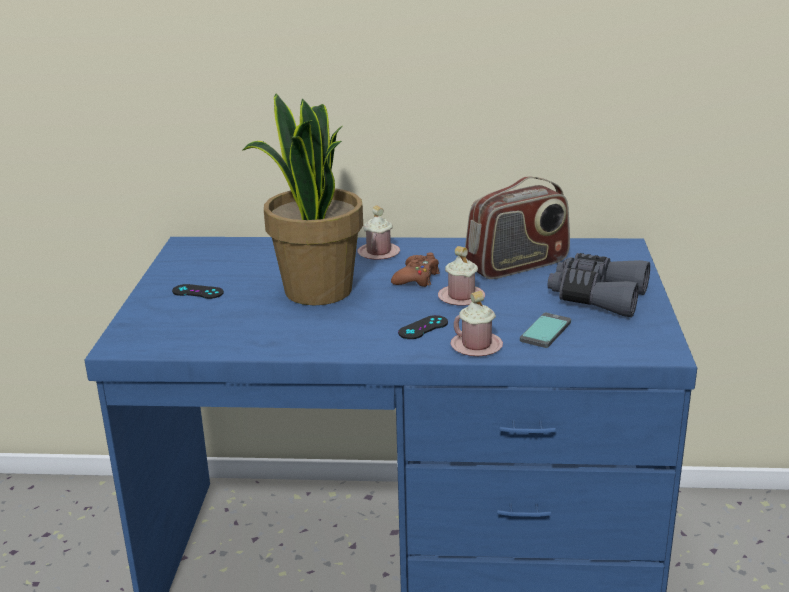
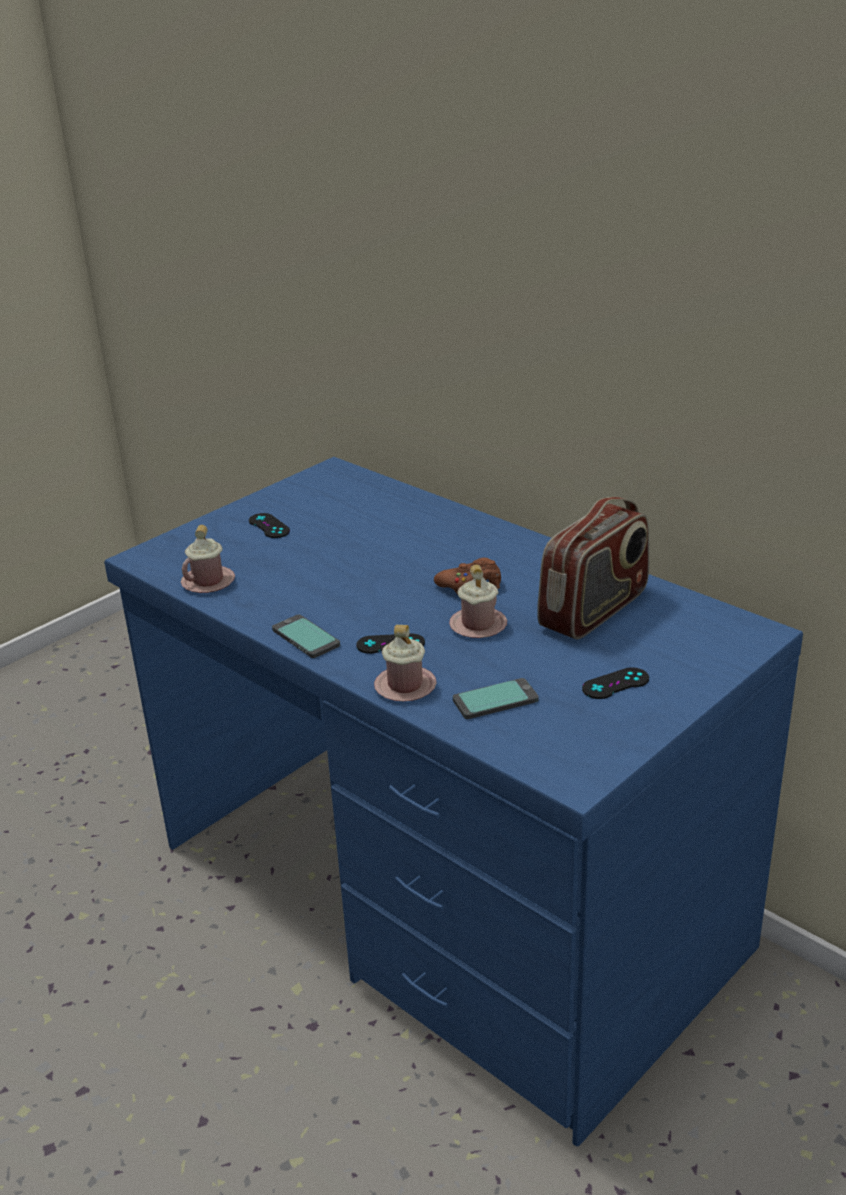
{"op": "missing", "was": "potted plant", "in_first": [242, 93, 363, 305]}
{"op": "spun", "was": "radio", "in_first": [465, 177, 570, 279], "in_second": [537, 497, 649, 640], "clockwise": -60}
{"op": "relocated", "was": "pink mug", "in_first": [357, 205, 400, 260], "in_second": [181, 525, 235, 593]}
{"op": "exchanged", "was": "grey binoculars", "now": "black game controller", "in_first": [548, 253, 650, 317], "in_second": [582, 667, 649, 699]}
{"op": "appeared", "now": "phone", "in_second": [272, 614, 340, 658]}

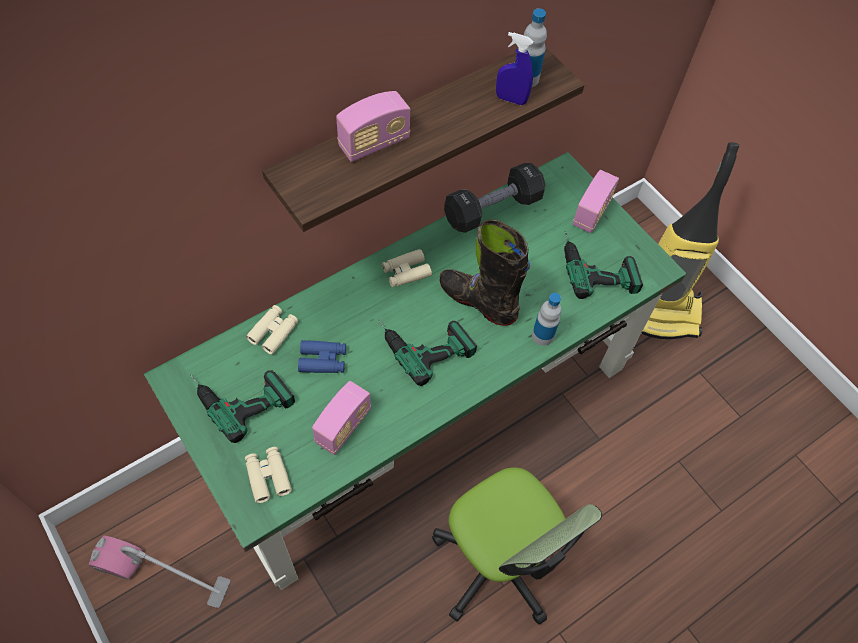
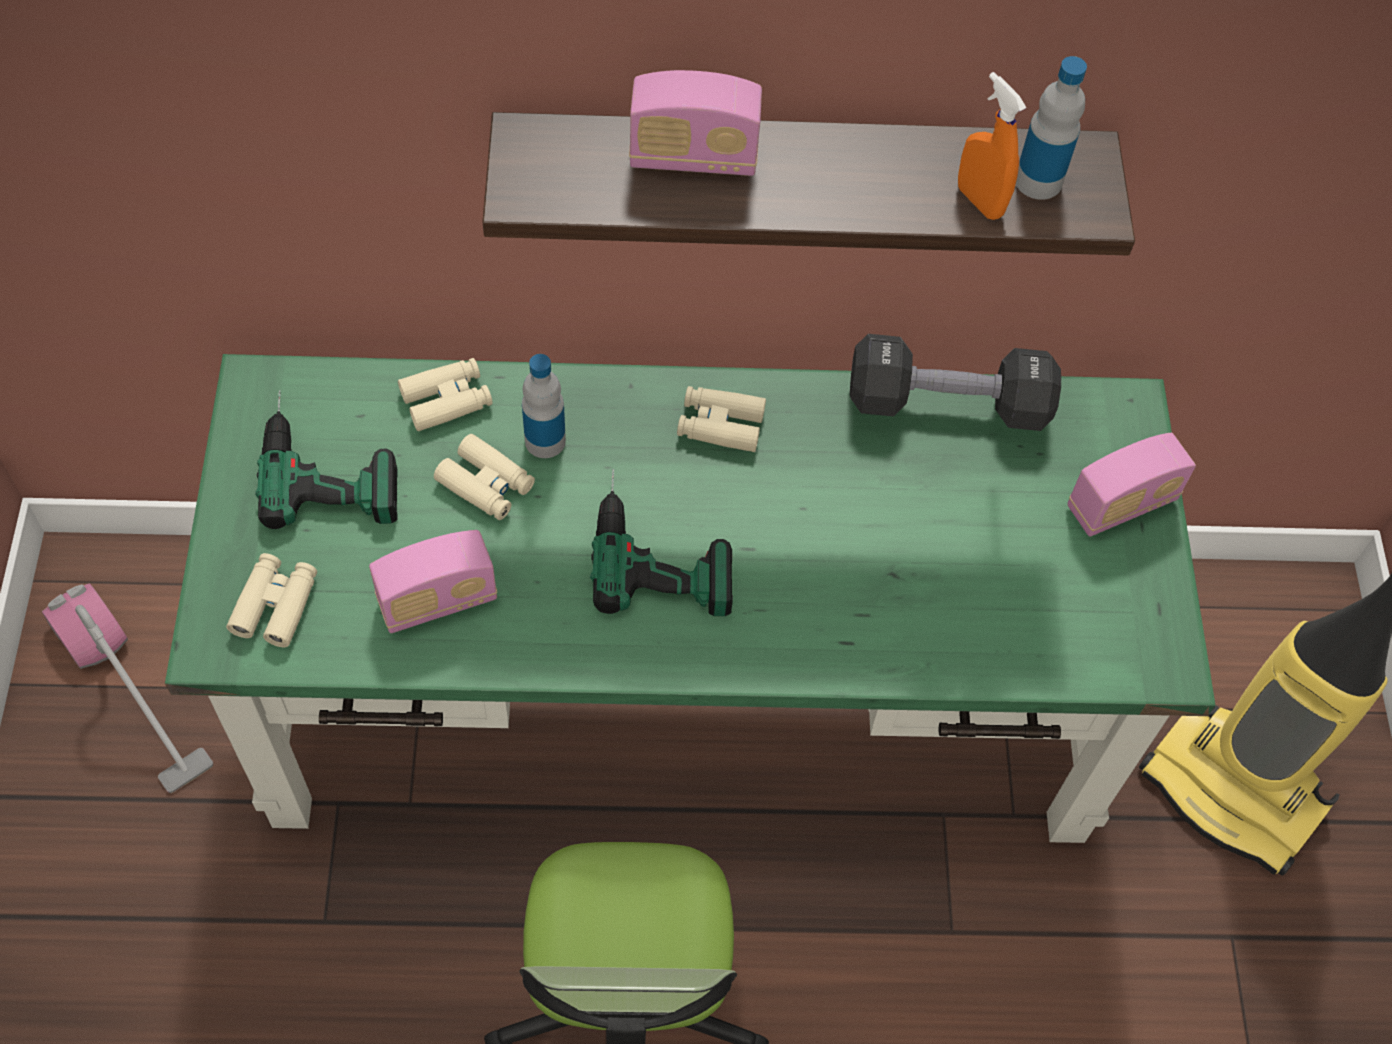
{"op": "colour", "was": "blue spray bottle", "now": "orange spray bottle", "in_first": [496, 32, 533, 105], "in_second": [958, 72, 1027, 220]}
{"op": "missing", "was": "black boot", "in_first": [439, 219, 530, 326]}
{"op": "missing", "was": "power drill", "in_first": [564, 230, 643, 299]}
{"op": "relocated", "was": "bottle", "in_first": [532, 293, 561, 346], "in_second": [522, 354, 566, 458]}
{"op": "colour", "was": "blue binoculars", "now": "beige binoculars", "in_first": [298, 340, 346, 373], "in_second": [434, 434, 535, 520]}

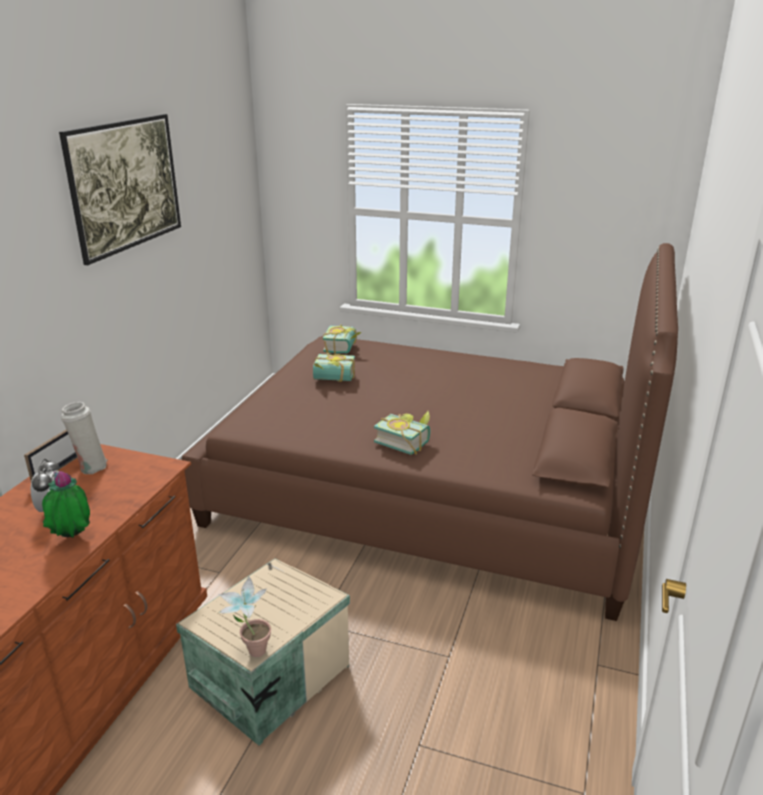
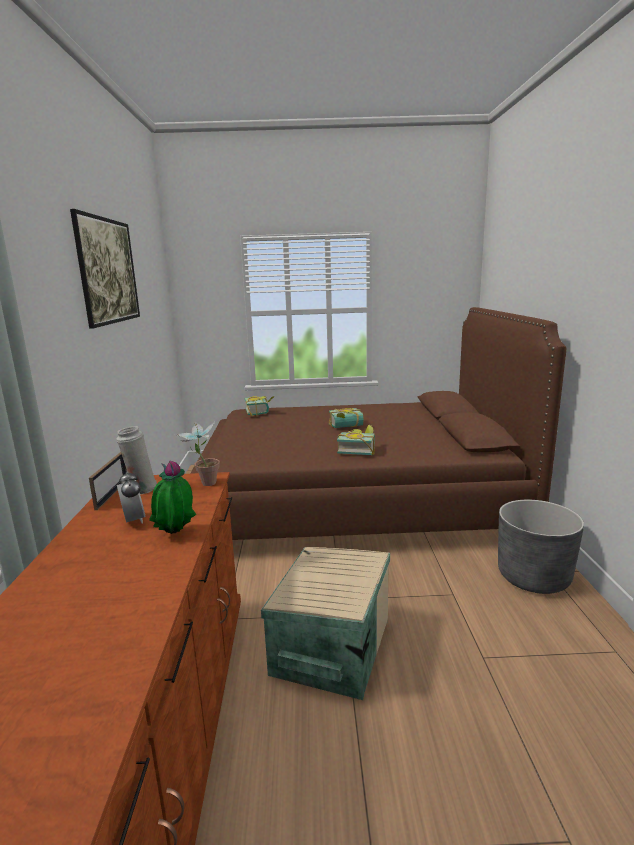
{"op": "relocated", "was": "book", "in_first": [313, 353, 355, 382], "in_second": [329, 408, 364, 428]}
{"op": "relocated", "was": "potted plant", "in_first": [218, 577, 271, 657], "in_second": [175, 422, 220, 486]}
{"op": "appeared", "now": "grey planter", "in_second": [498, 500, 584, 594]}

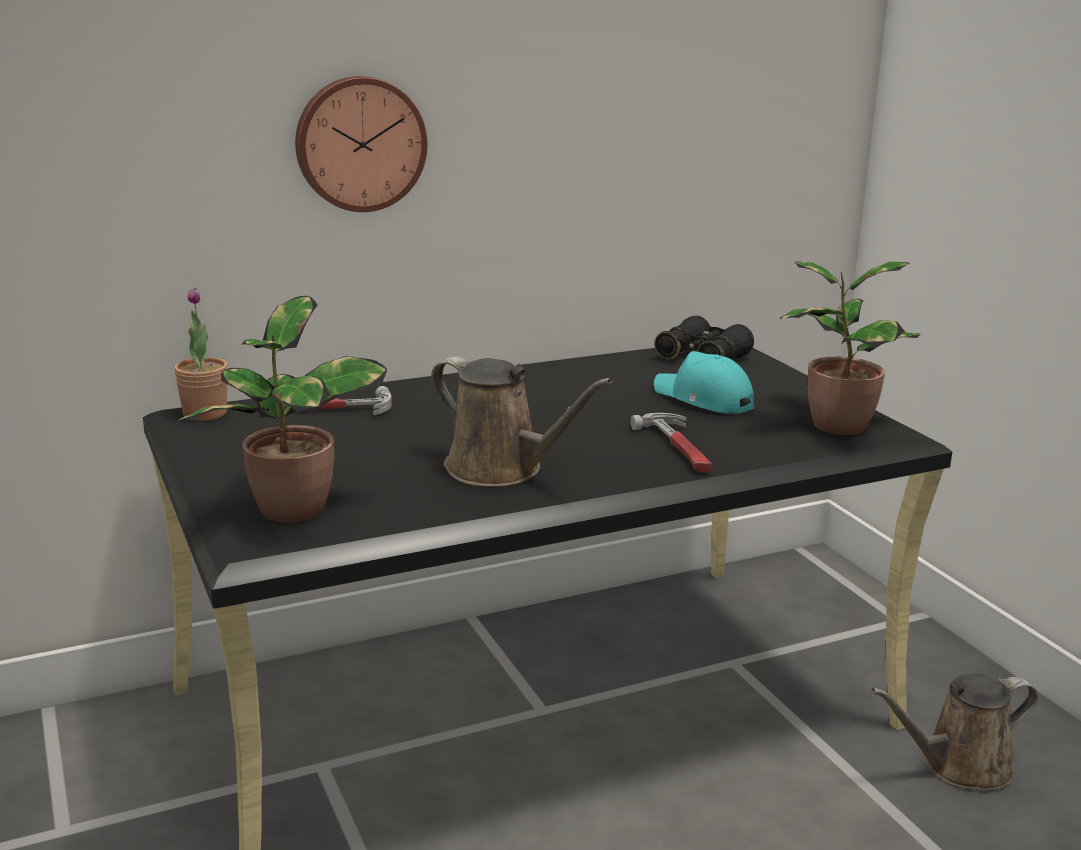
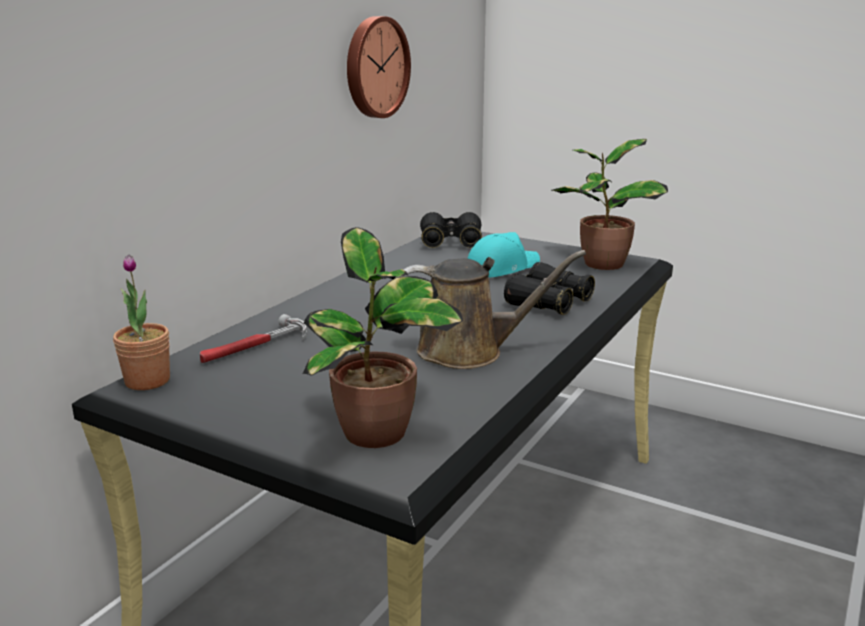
{"op": "relocated", "was": "wall clock", "in_first": [295, 76, 427, 212], "in_second": [347, 16, 411, 118]}
{"op": "spun", "was": "turquoise cap", "in_first": [654, 351, 754, 414], "in_second": [467, 232, 540, 277], "clockwise": 135}
{"op": "exchanged", "was": "hammer", "now": "black binoculars", "in_first": [630, 413, 712, 473], "in_second": [504, 262, 595, 315]}
{"op": "missing", "was": "brown watering can", "in_first": [871, 673, 1038, 791]}

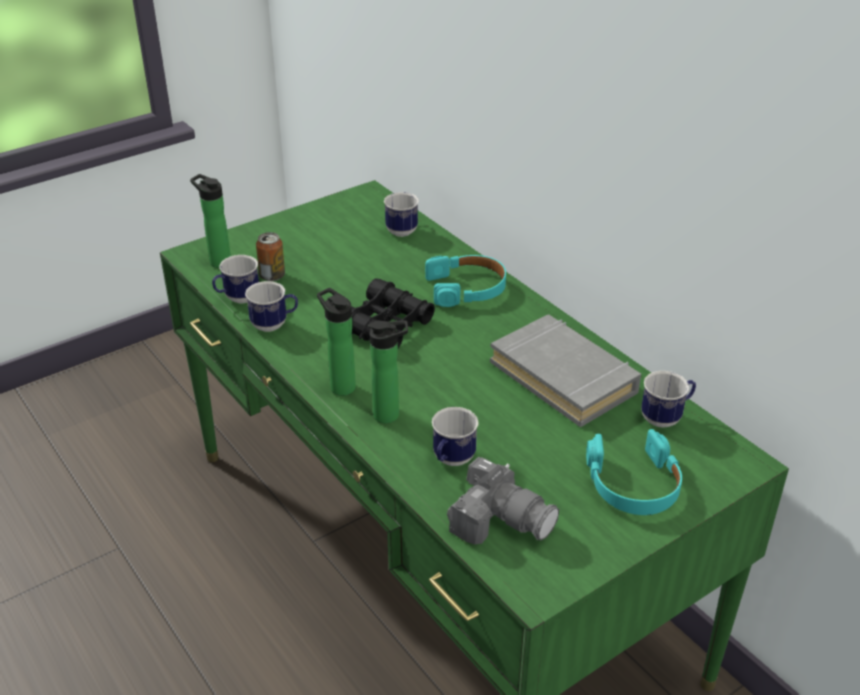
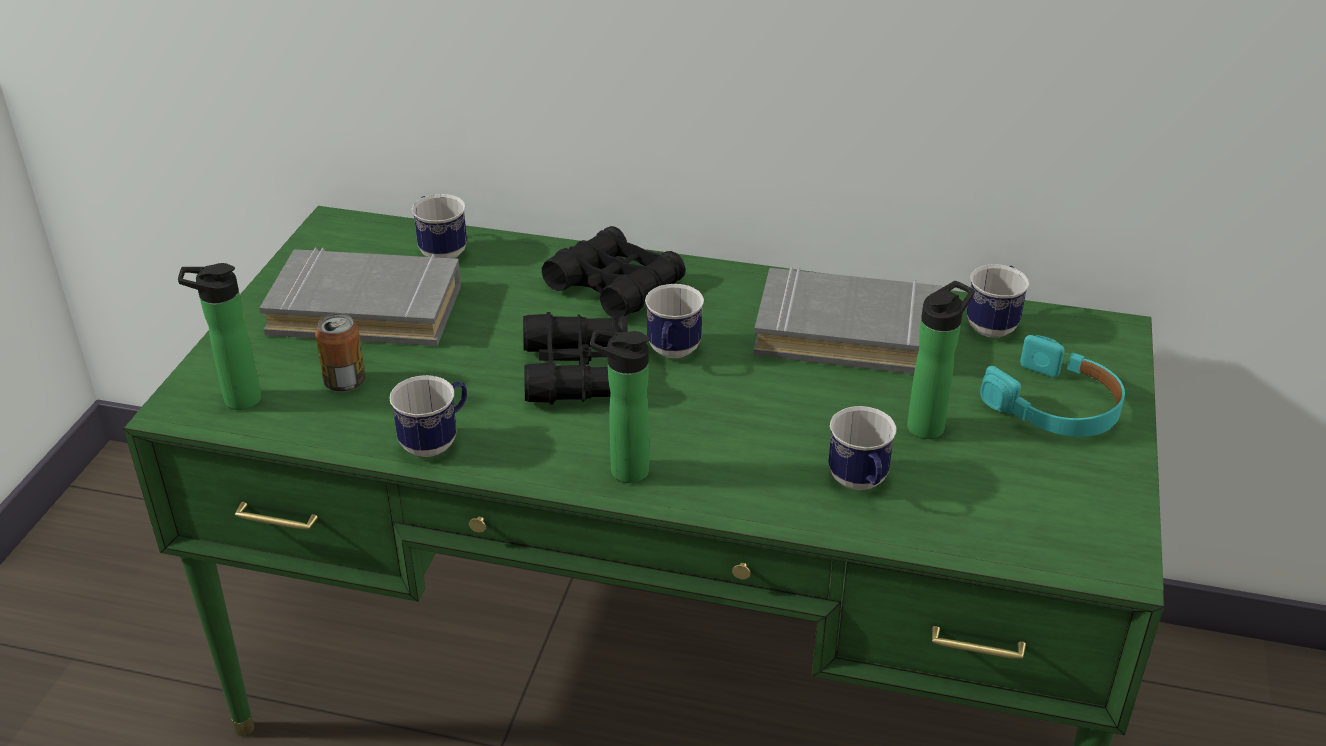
{"op": "relocated", "was": "mug", "in_first": [212, 255, 259, 303], "in_second": [645, 284, 704, 358]}
{"op": "exchanged", "was": "turquoise headphones", "now": "black binoculars", "in_first": [425, 255, 506, 307], "in_second": [542, 226, 686, 318]}
{"op": "relocated", "was": "bottle", "in_first": [368, 320, 408, 423], "in_second": [907, 281, 975, 439]}
{"op": "missing", "was": "photo camera", "in_first": [447, 457, 559, 545]}
{"op": "appeared", "now": "grey book", "in_second": [259, 247, 461, 346]}

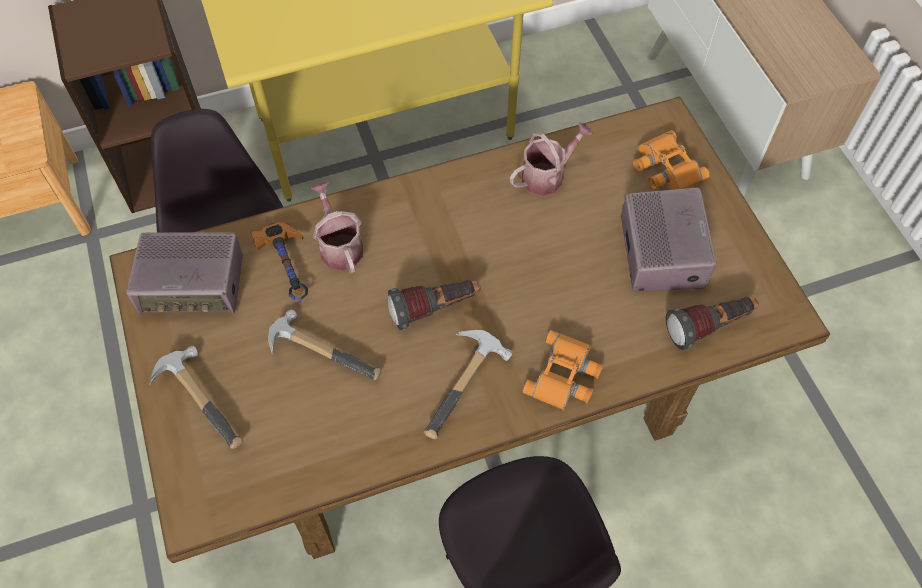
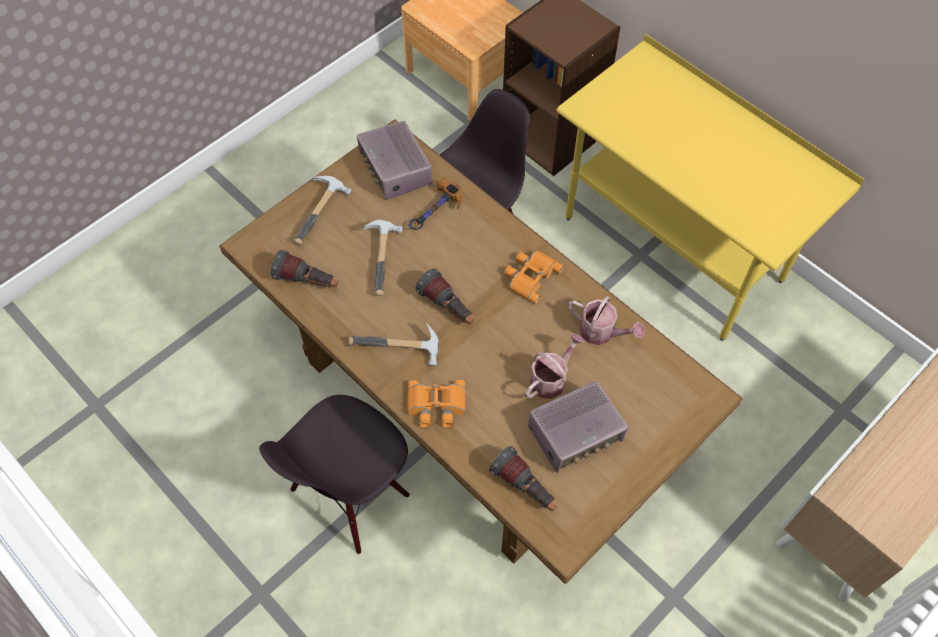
{"op": "relocated", "was": "orange binoculars", "in_first": [633, 130, 709, 190], "in_second": [504, 250, 564, 304]}
{"op": "relocated", "was": "watering can", "in_first": [310, 182, 363, 273], "in_second": [525, 333, 585, 399]}
{"op": "appeared", "now": "flashlight", "in_second": [271, 250, 339, 287]}

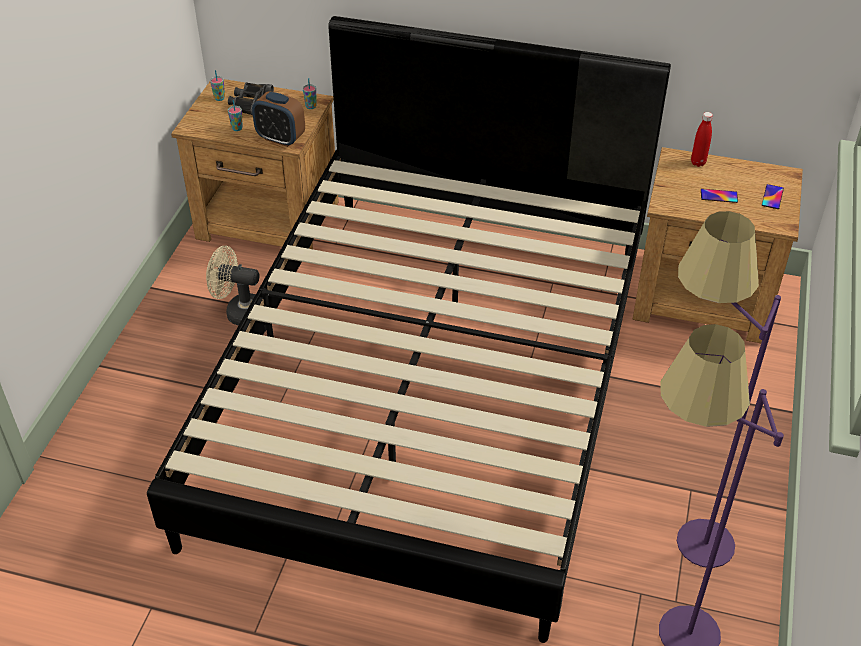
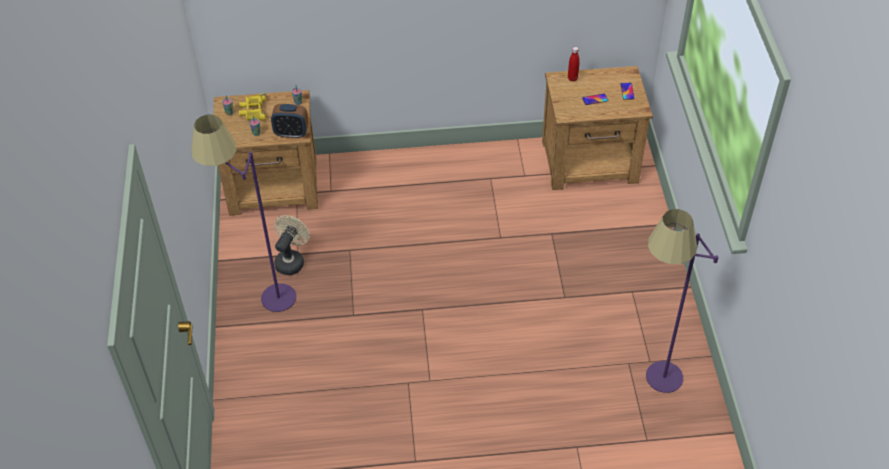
{"op": "missing", "was": "black bed", "in_first": [147, 16, 671, 643]}
{"op": "colour", "was": "black binoculars", "now": "yellow binoculars", "in_first": [228, 82, 274, 115], "in_second": [239, 93, 266, 121]}
{"op": "relocated", "was": "purple floor lamp", "in_first": [677, 211, 781, 568], "in_second": [191, 115, 296, 312]}
{"op": "spun", "was": "beige fan", "in_first": [206, 246, 260, 326], "in_second": [274, 215, 310, 275], "clockwise": 120}

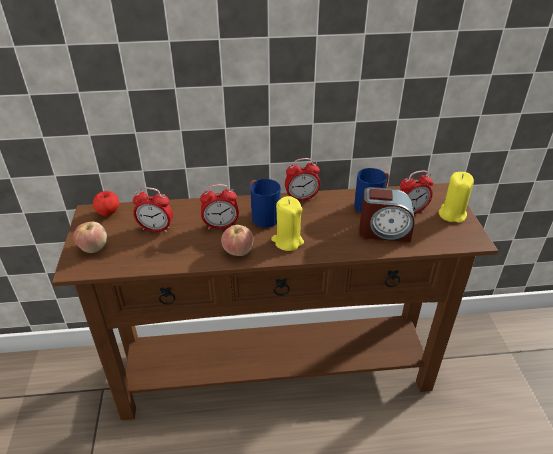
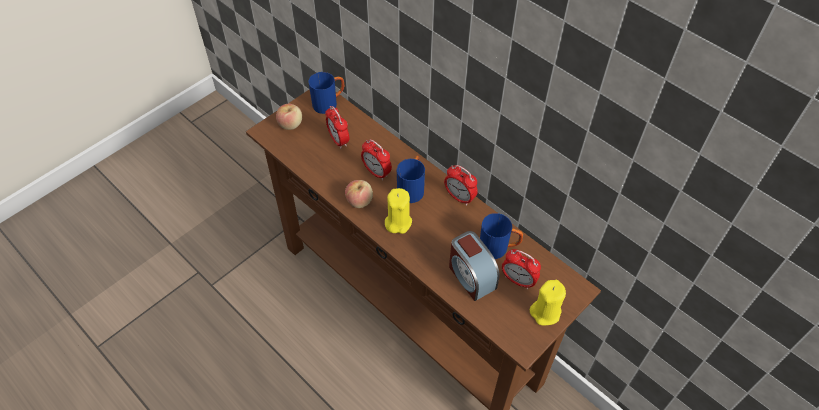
{"op": "exchanged", "was": "apple", "now": "blue mug", "in_first": [93, 191, 120, 216], "in_second": [309, 72, 344, 114]}

